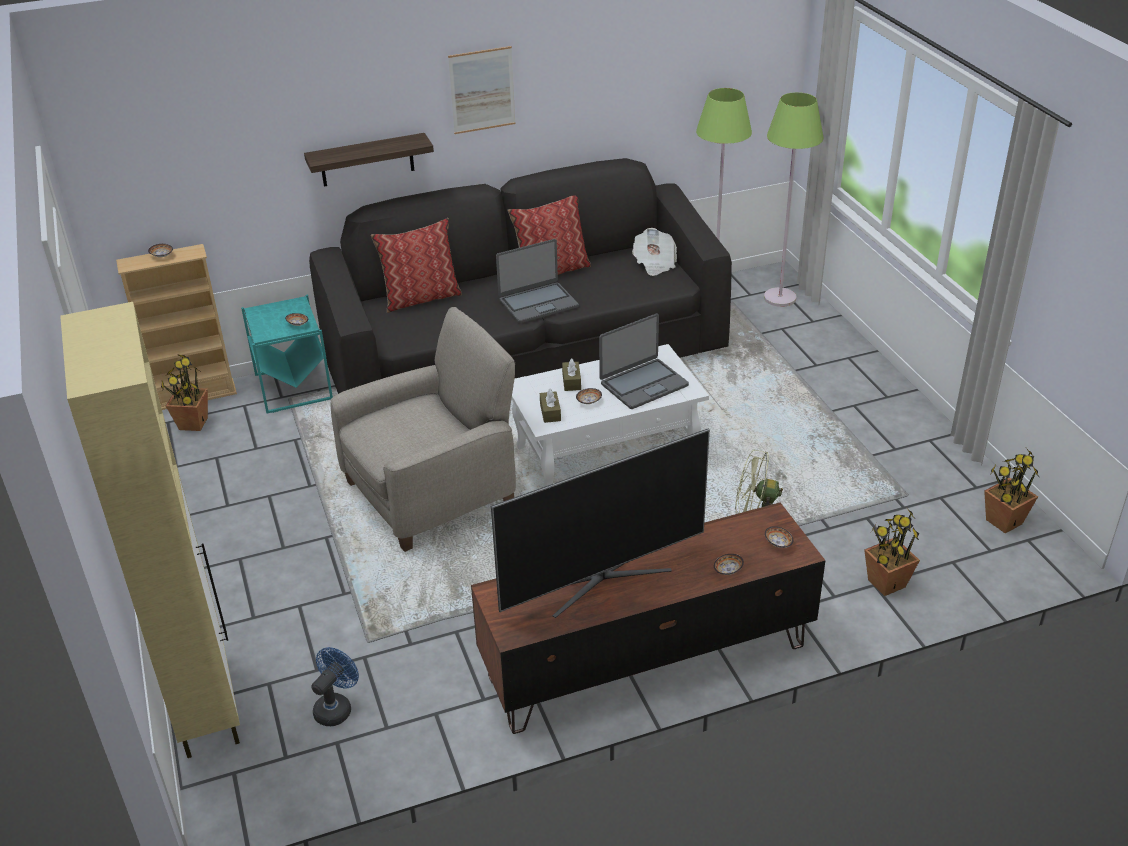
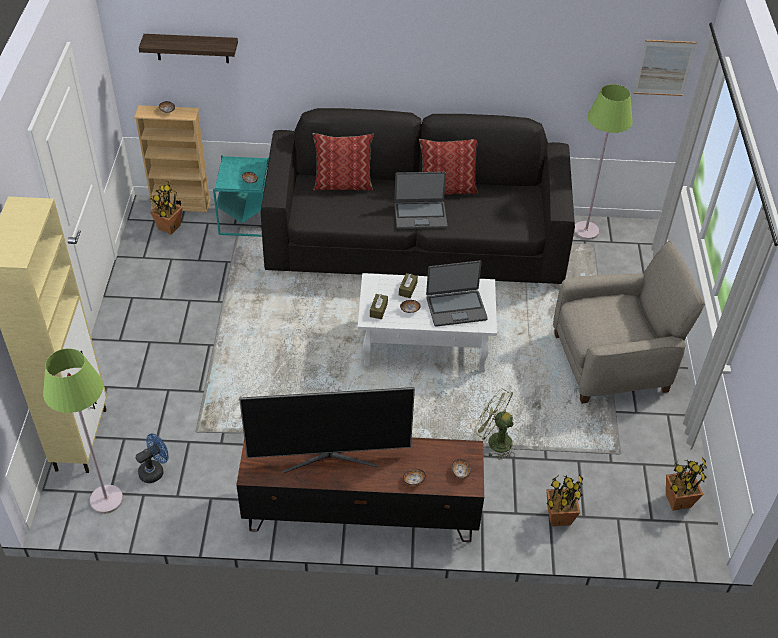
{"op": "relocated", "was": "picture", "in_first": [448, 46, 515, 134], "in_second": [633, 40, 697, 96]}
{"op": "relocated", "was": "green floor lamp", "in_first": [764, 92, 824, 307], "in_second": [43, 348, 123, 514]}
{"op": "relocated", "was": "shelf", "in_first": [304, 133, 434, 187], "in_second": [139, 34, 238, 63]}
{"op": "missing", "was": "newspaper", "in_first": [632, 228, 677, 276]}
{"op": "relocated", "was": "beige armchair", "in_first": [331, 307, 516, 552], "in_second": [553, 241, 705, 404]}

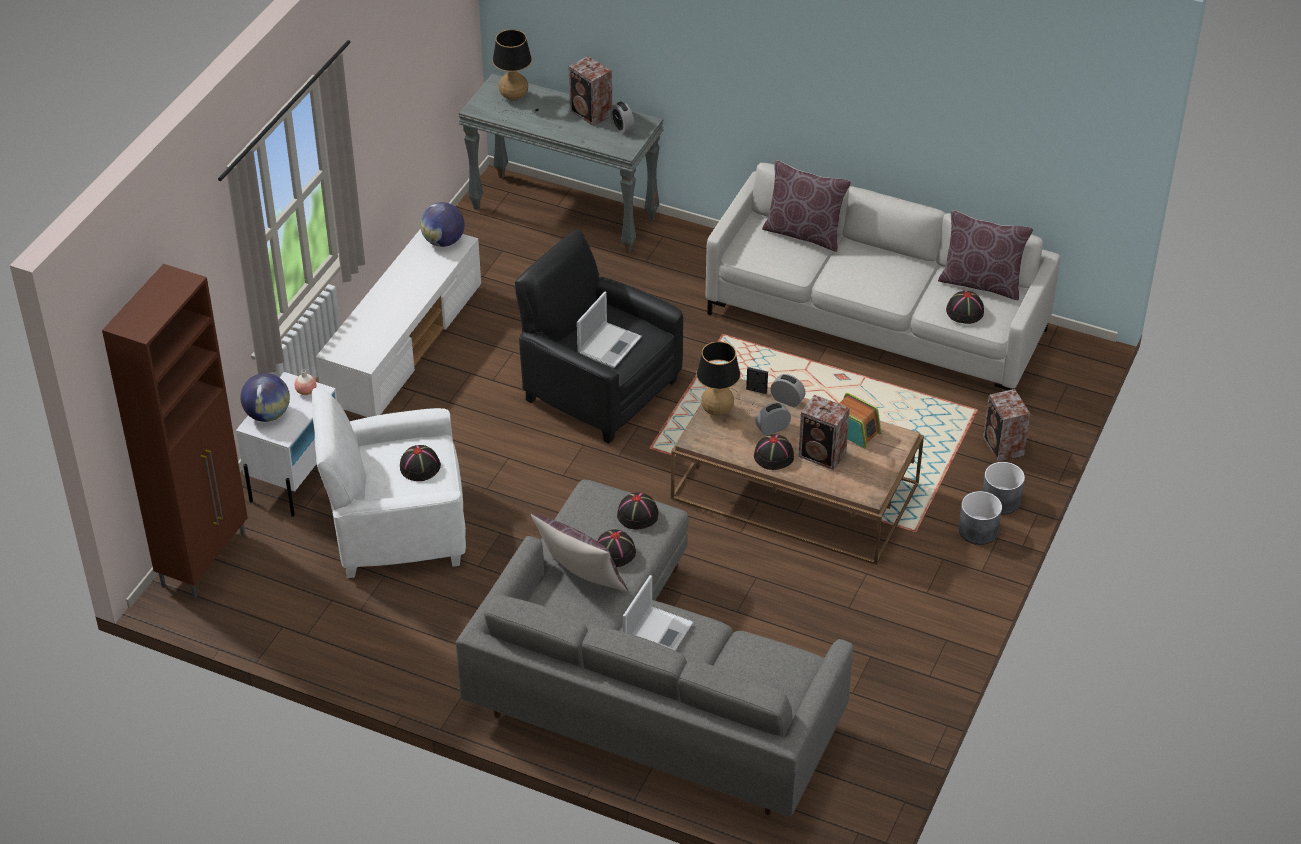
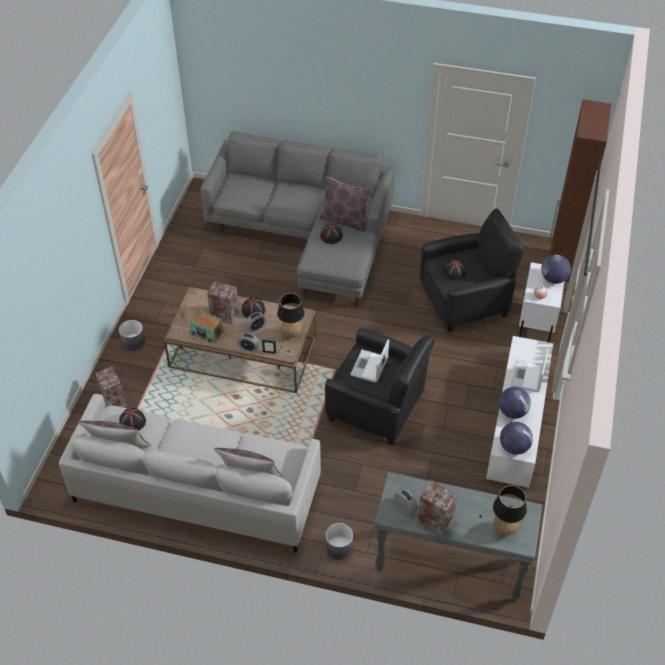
{"op": "colour", "was": "white armchair", "now": "black armchair", "in_first": [312, 388, 466, 578], "in_second": [420, 208, 524, 332]}
{"op": "relocated", "was": "grey planter", "in_first": [983, 462, 1025, 515], "in_second": [325, 523, 353, 560]}
{"op": "missing", "was": "black hat", "in_first": [617, 492, 659, 530]}
{"op": "relocated", "was": "laptop", "in_first": [623, 575, 693, 651], "in_second": [511, 348, 549, 392]}
{"op": "appeared", "now": "globe", "in_second": [499, 387, 531, 419]}

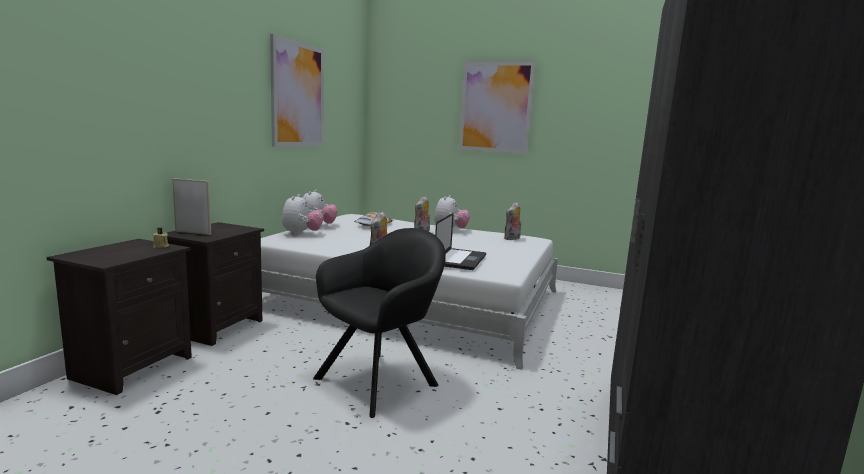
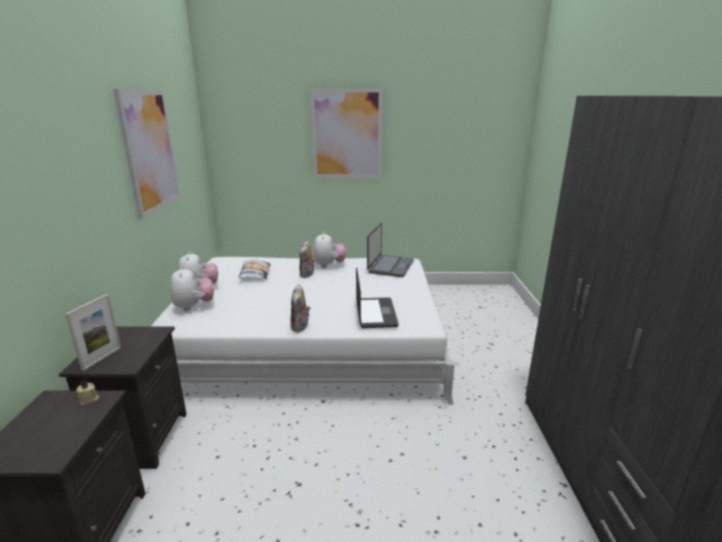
{"op": "spun", "was": "picture frame", "in_first": [172, 178, 211, 235], "in_second": [65, 294, 121, 371], "clockwise": 120}
{"op": "exchanged", "was": "plush toy", "now": "laptop", "in_first": [504, 202, 522, 240], "in_second": [367, 223, 414, 277]}
{"op": "missing", "was": "black armchair", "in_first": [313, 228, 446, 418]}

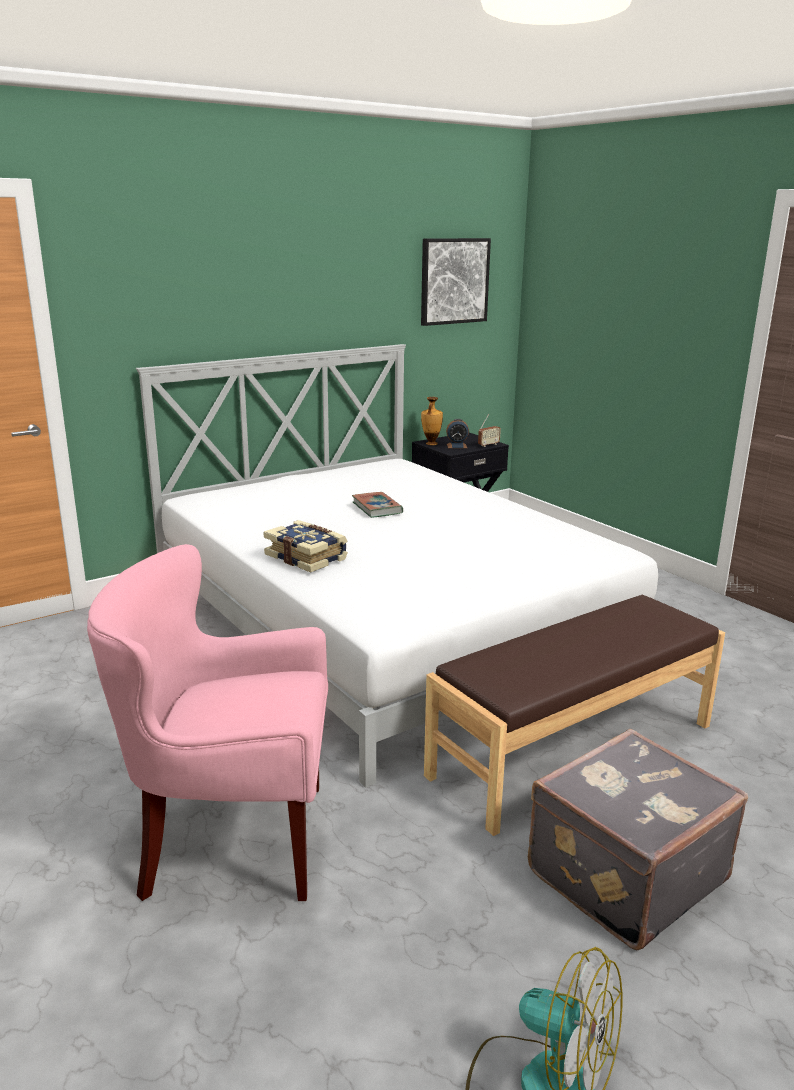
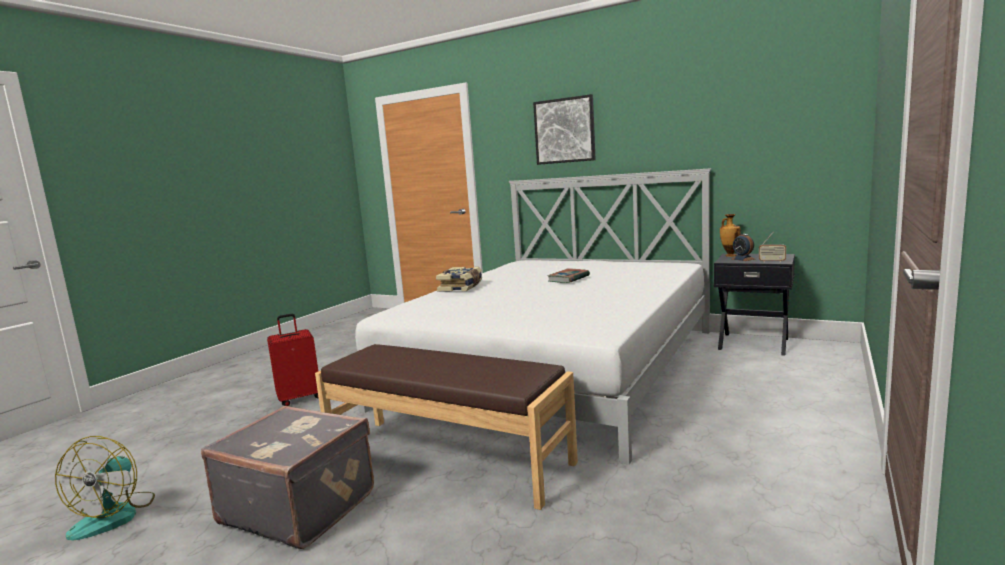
{"op": "relocated", "was": "picture", "in_first": [421, 238, 491, 326], "in_second": [533, 94, 596, 165]}
{"op": "exchanged", "was": "pink armchair", "now": "red suitcase", "in_first": [87, 544, 328, 901], "in_second": [267, 314, 319, 406]}

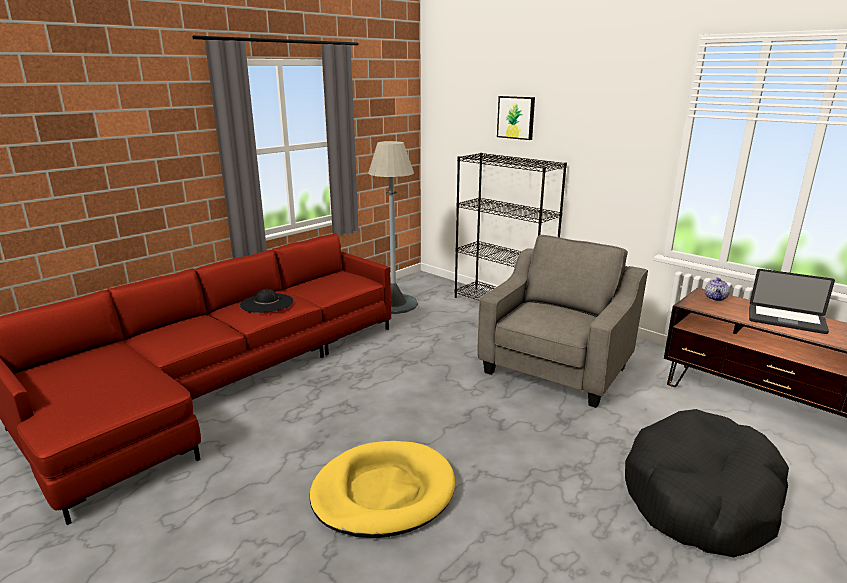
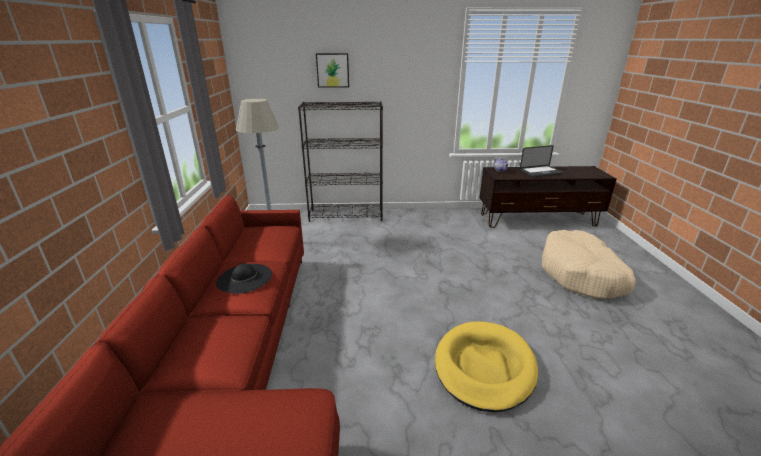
{"op": "missing", "was": "grey armchair", "in_first": [477, 235, 648, 408]}
{"op": "colour", "was": "black dog bed", "now": "beige dog bed", "in_first": [625, 409, 789, 557], "in_second": [542, 230, 636, 299]}

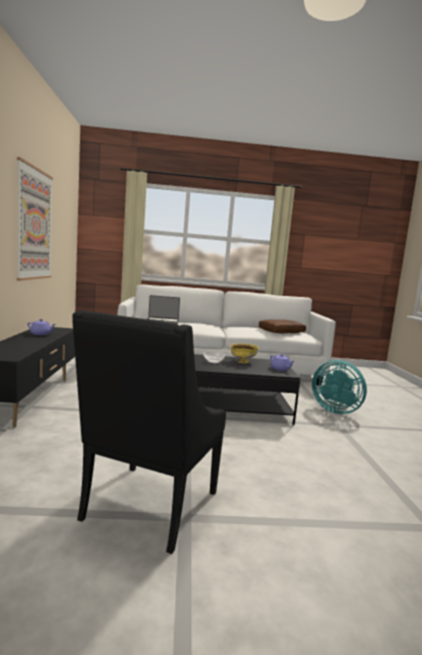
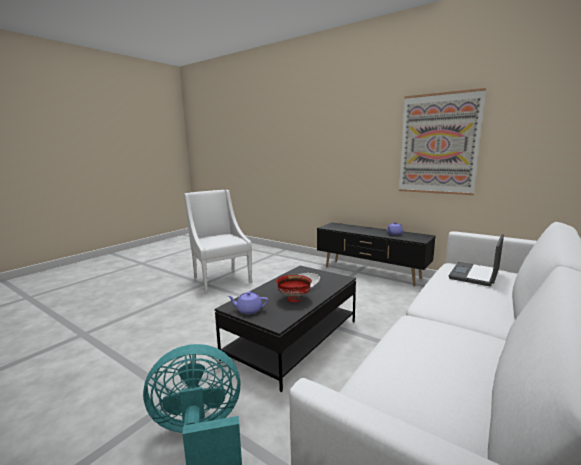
{"op": "colour", "was": "black armchair", "now": "white armchair", "in_first": [72, 310, 226, 554], "in_second": [184, 190, 252, 293]}
{"op": "missing", "was": "brown pillow", "in_first": [259, 320, 306, 333]}
{"op": "colour", "was": "yellow bowl", "now": "red bowl", "in_first": [230, 344, 259, 363], "in_second": [276, 275, 312, 302]}

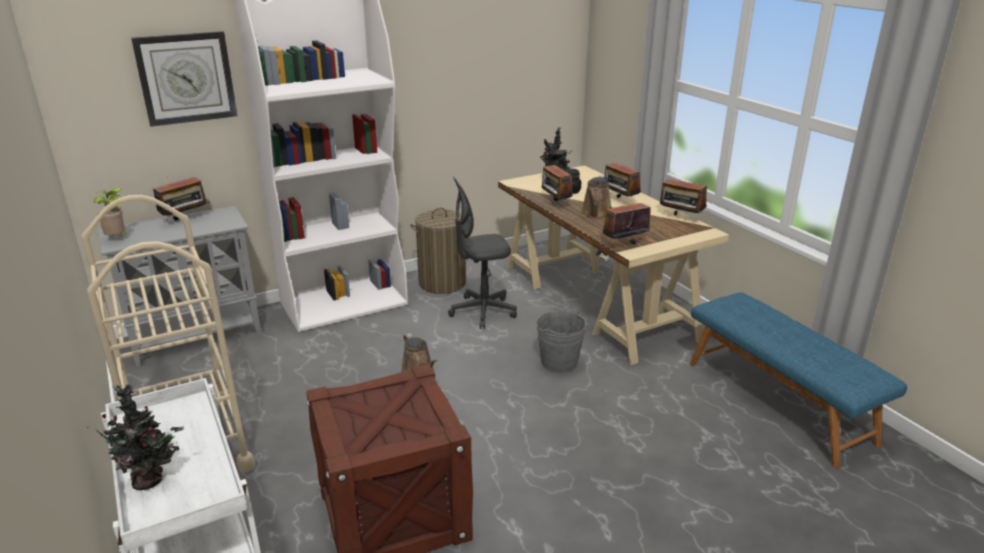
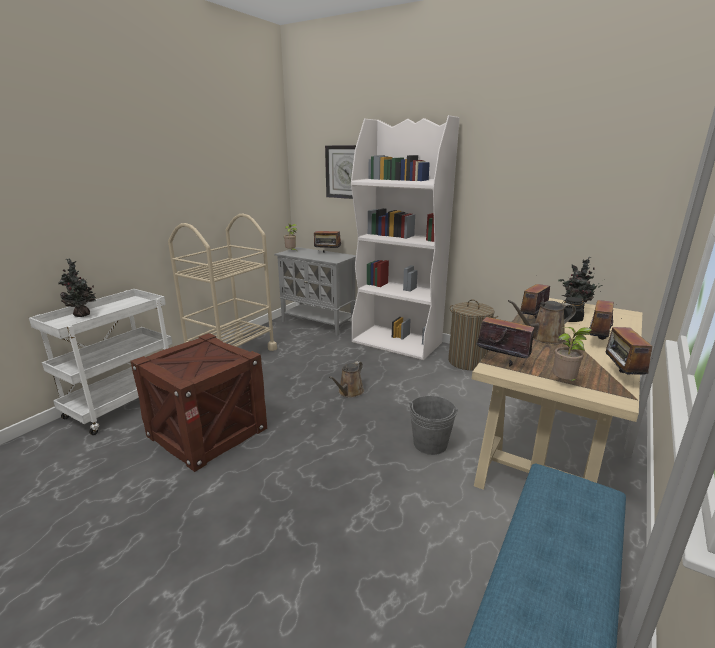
{"op": "missing", "was": "grey office chair", "in_first": [448, 176, 517, 329]}
{"op": "appeared", "now": "potted plant", "in_second": [553, 327, 592, 381]}

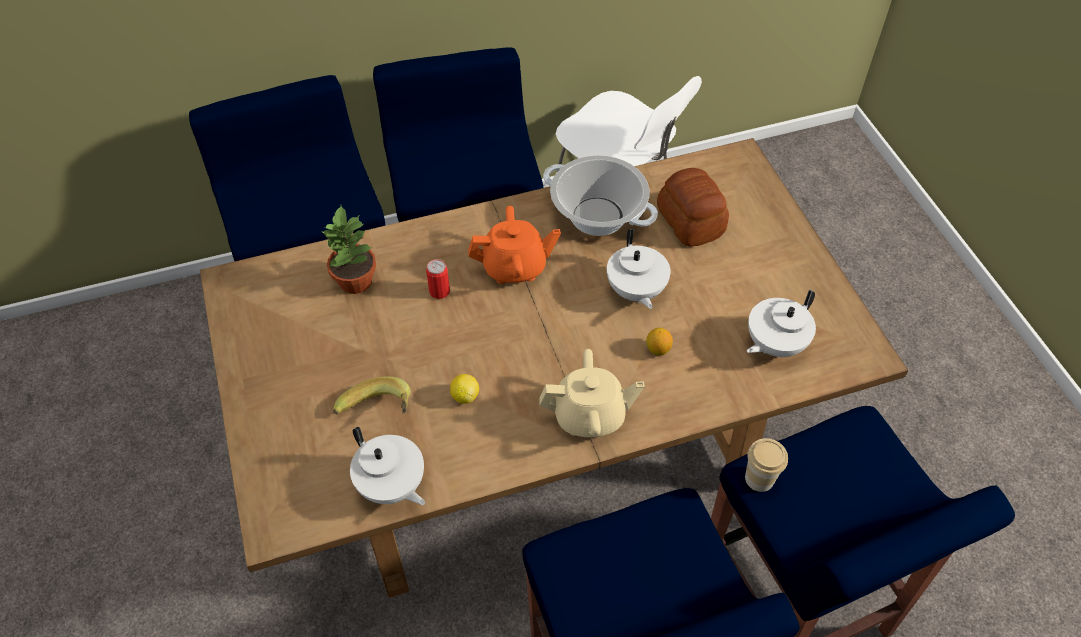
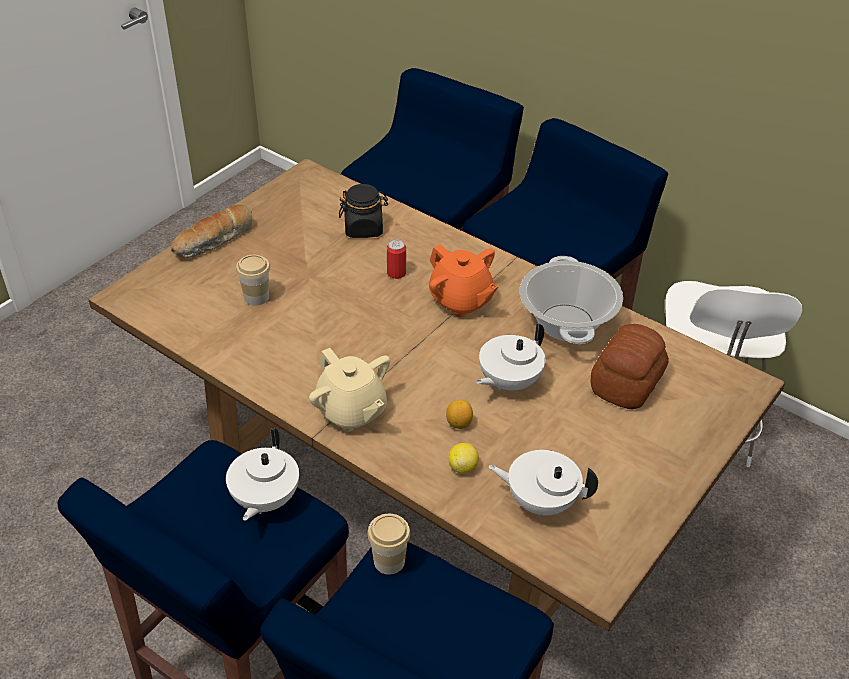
{"op": "exchanged", "was": "potted plant", "now": "black jar", "in_first": [321, 206, 376, 294], "in_second": [339, 184, 388, 238]}
{"op": "relocated", "was": "lemon", "in_first": [450, 374, 479, 404], "in_second": [448, 443, 479, 474]}
{"op": "exchanged", "was": "banana", "now": "cup", "in_first": [333, 377, 411, 415], "in_second": [236, 255, 270, 306]}
{"op": "relocated", "was": "white teapot", "in_first": [350, 427, 425, 505], "in_second": [226, 428, 299, 521]}
{"op": "appeared", "now": "bread", "in_second": [171, 205, 253, 258]}

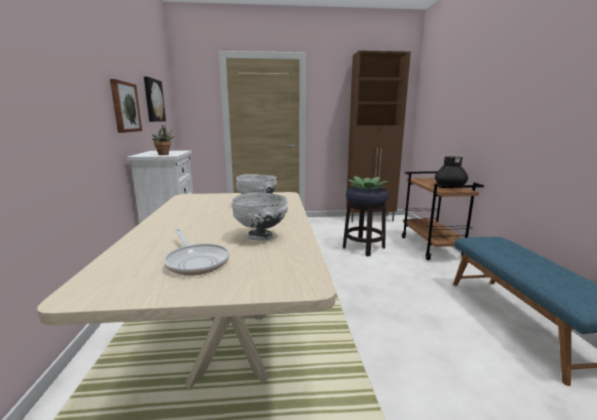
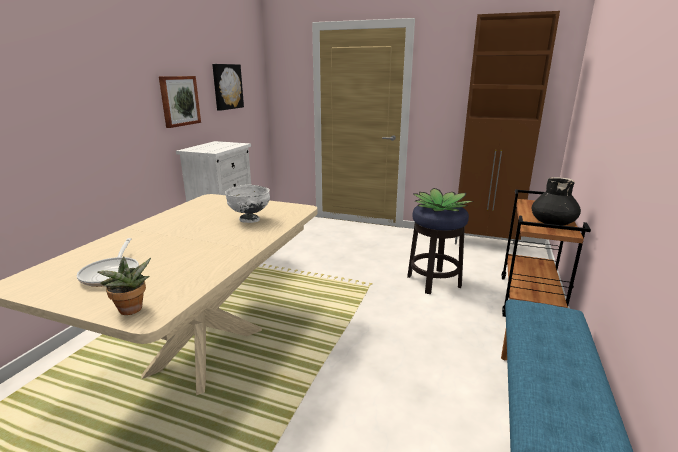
{"op": "relocated", "was": "potted plant", "in_first": [152, 125, 174, 155], "in_second": [98, 256, 151, 315]}
{"op": "missing", "was": "white bowl", "in_first": [231, 192, 288, 241]}

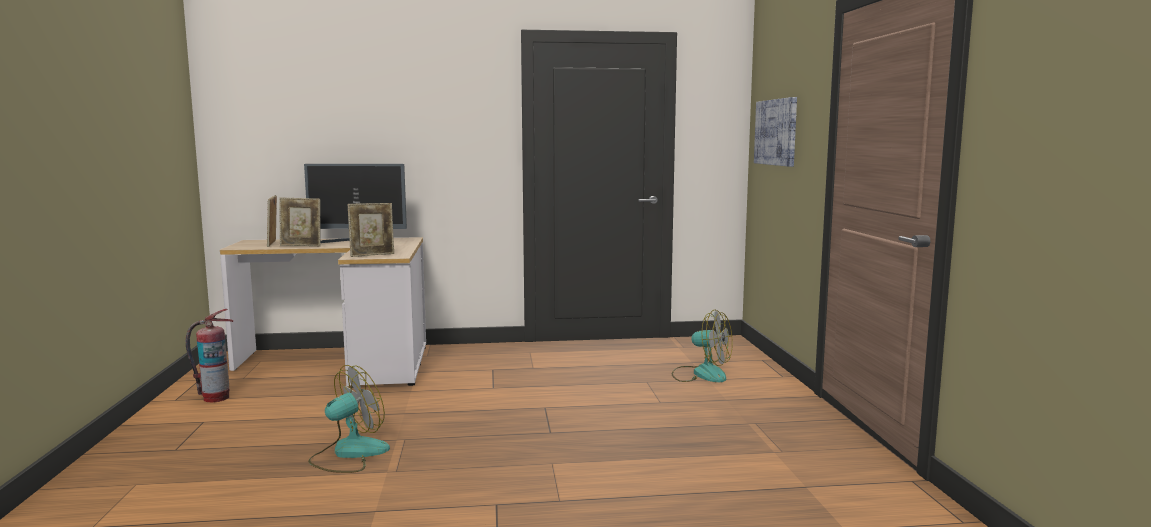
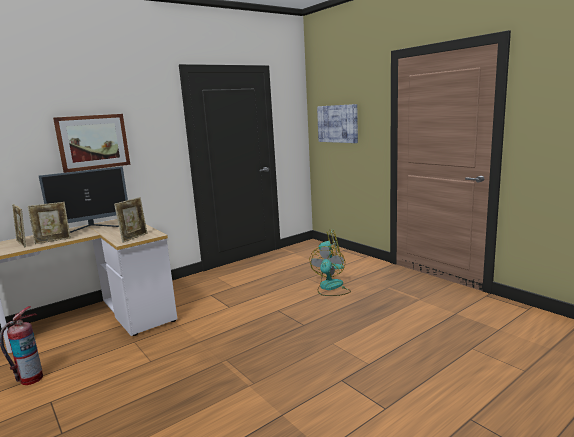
{"op": "relocated", "was": "fan", "in_first": [308, 365, 390, 473], "in_second": [310, 246, 351, 296]}
{"op": "appeared", "now": "picture", "in_second": [53, 114, 130, 173]}

